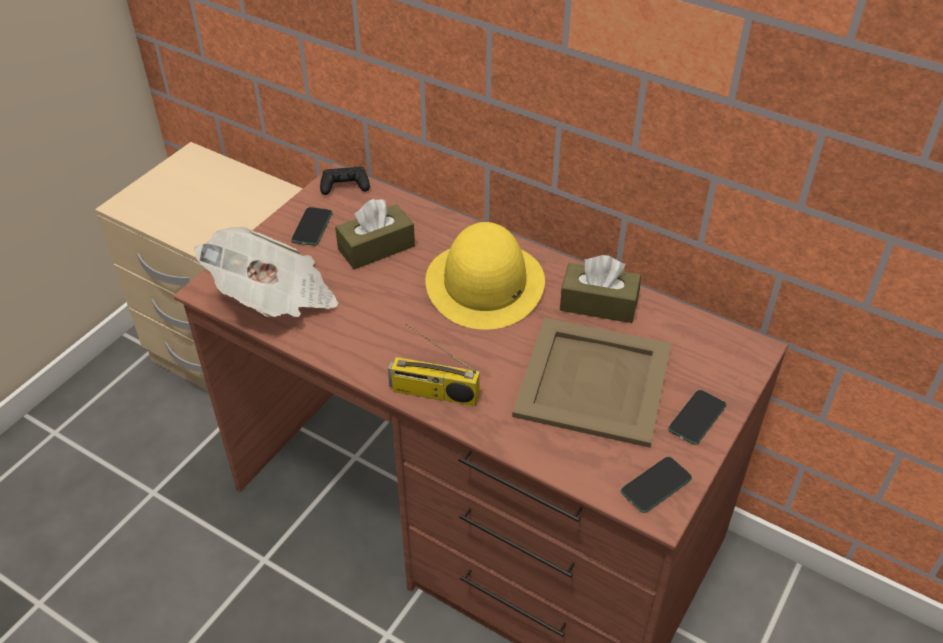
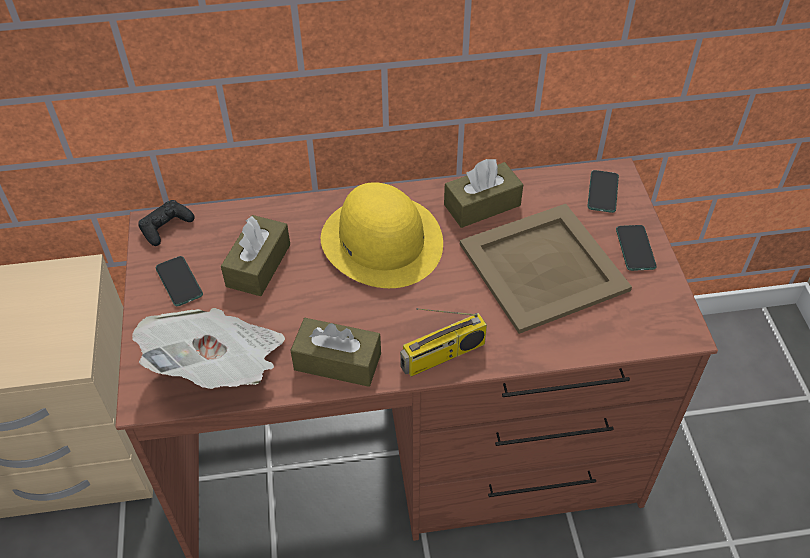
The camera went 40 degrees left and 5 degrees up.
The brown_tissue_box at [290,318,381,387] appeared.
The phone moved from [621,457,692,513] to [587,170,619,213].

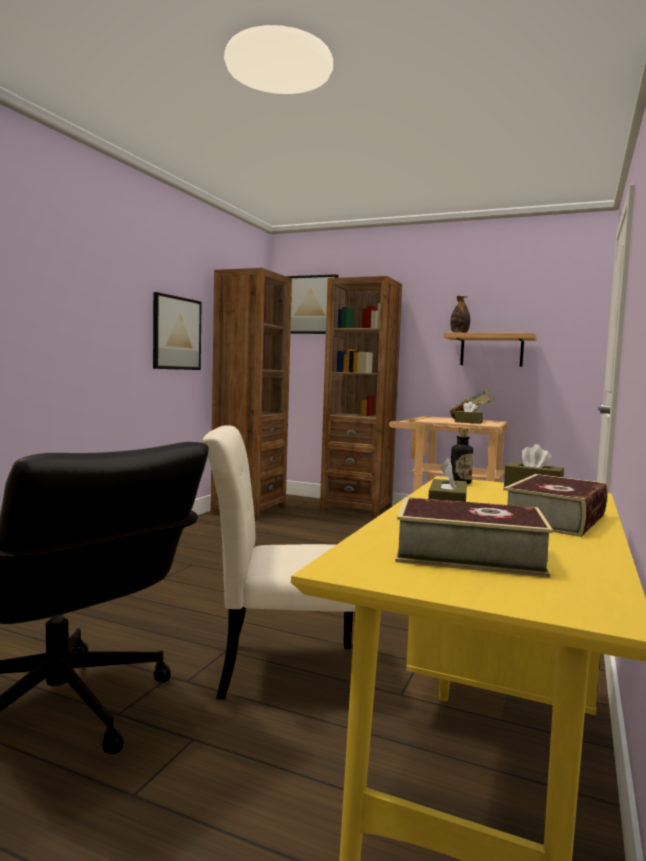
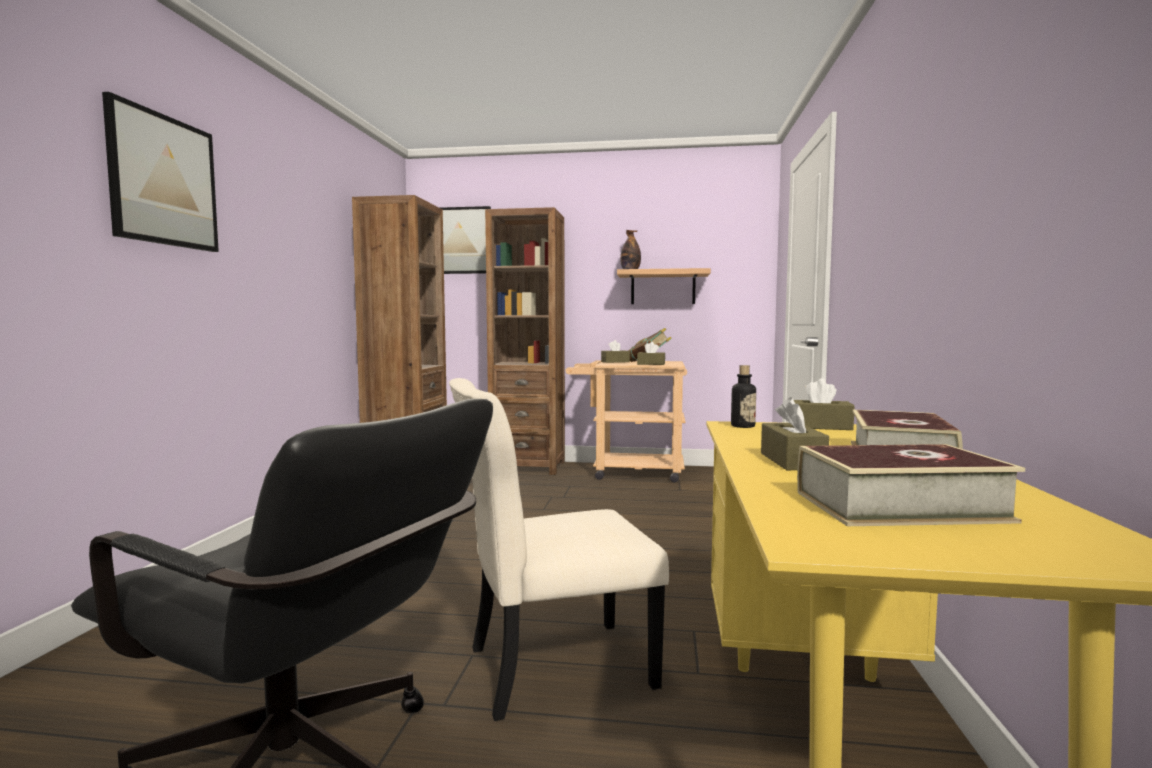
The camera went 15 degrees left and 0 degrees up.
The picture moved from [153,292,202,370] to [102,92,219,252].
The brown_tissue_box at [601,340,630,363] appeared.

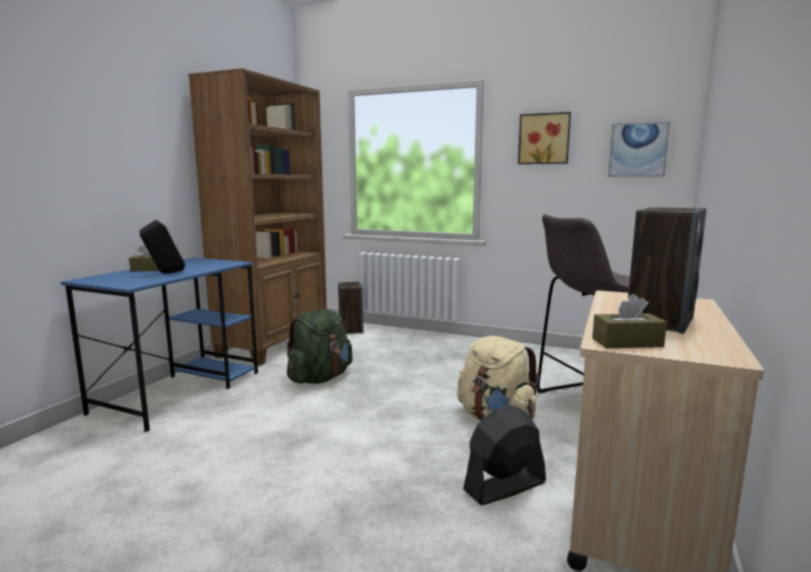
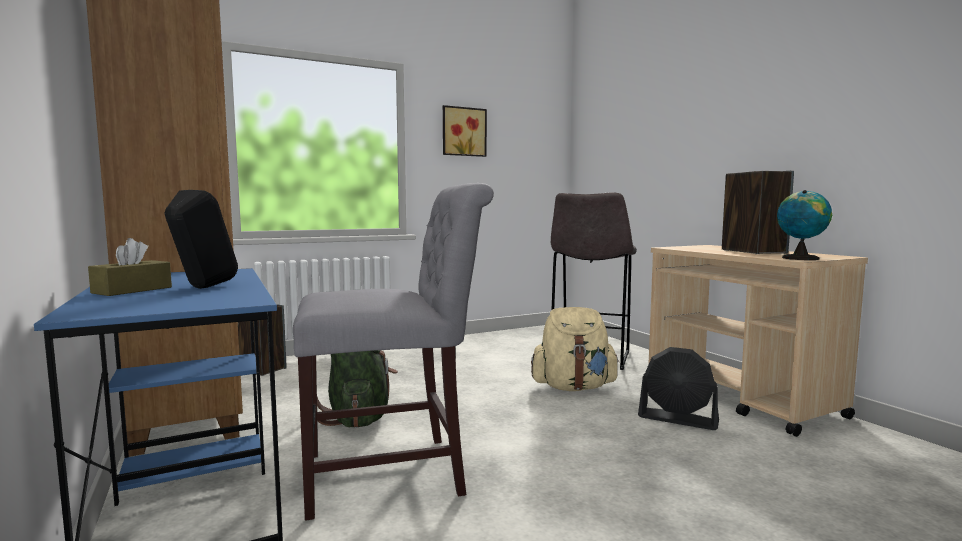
The camera went 50 degrees left and 5 degrees down.
The grey_chair at [293,183,494,521] appeared.
The black_fan at [463,406,546,505] turned 75 degrees counterclockwise.
The brown_tissue_box at [592,294,667,348] was replaced by the globe at [777,190,832,260].
The picture at [608,122,670,177] disappeared.

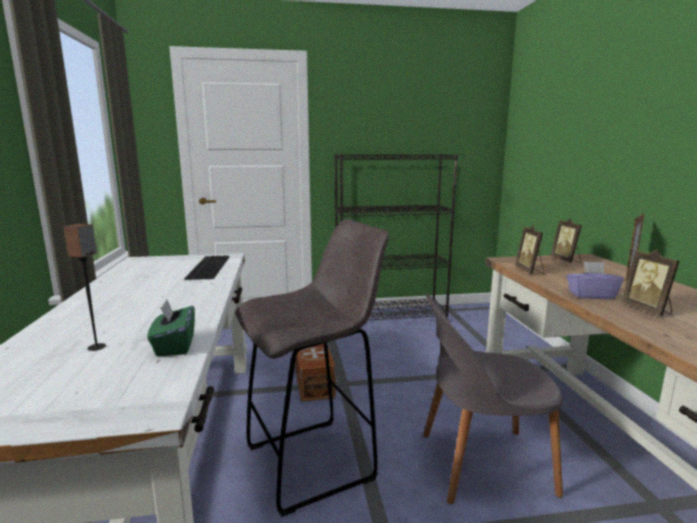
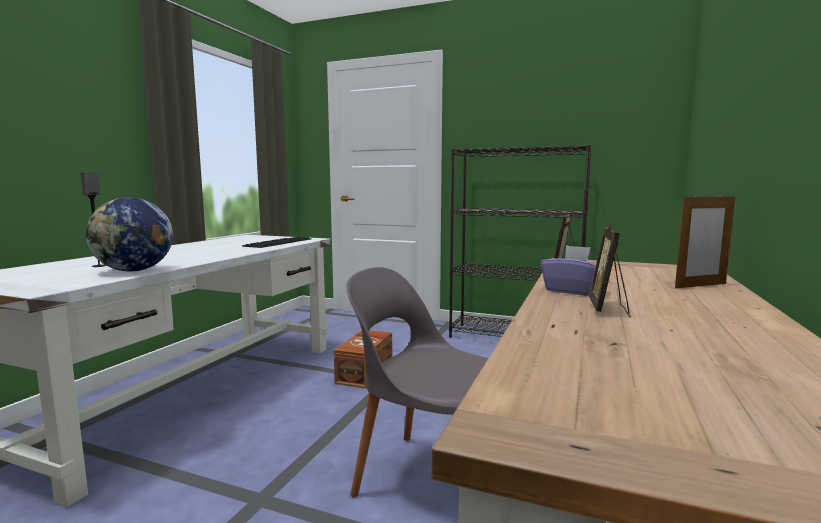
The camera went 30 degrees right and 5 degrees down.
The green_tissue_box at [147,300,195,357] was replaced by the globe at [86,197,173,272].
The grey_stool at [235,219,389,517] disappeared.
The picture_frame at [550,218,582,263] disappeared.

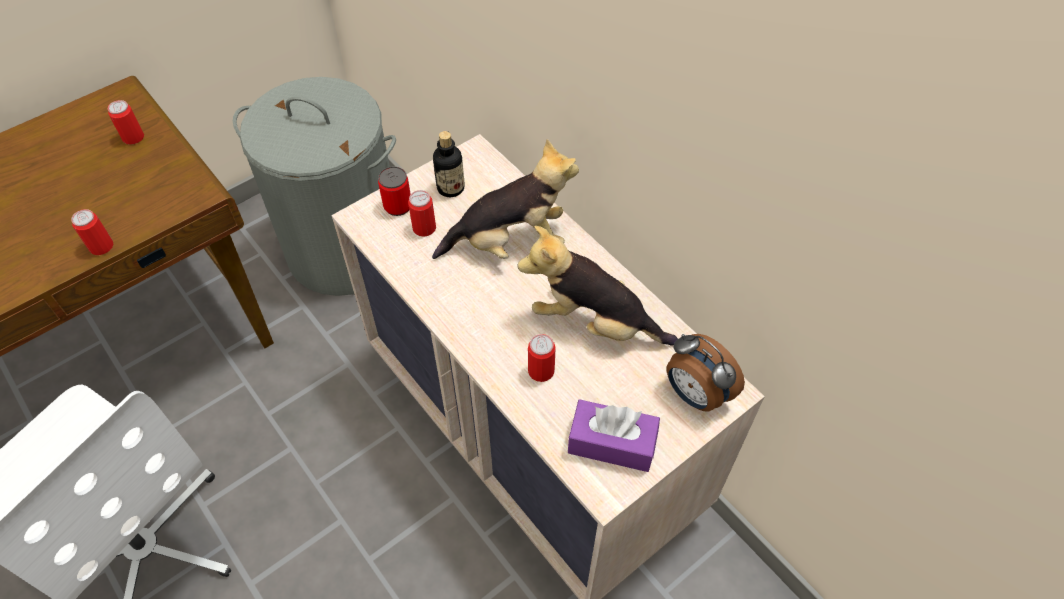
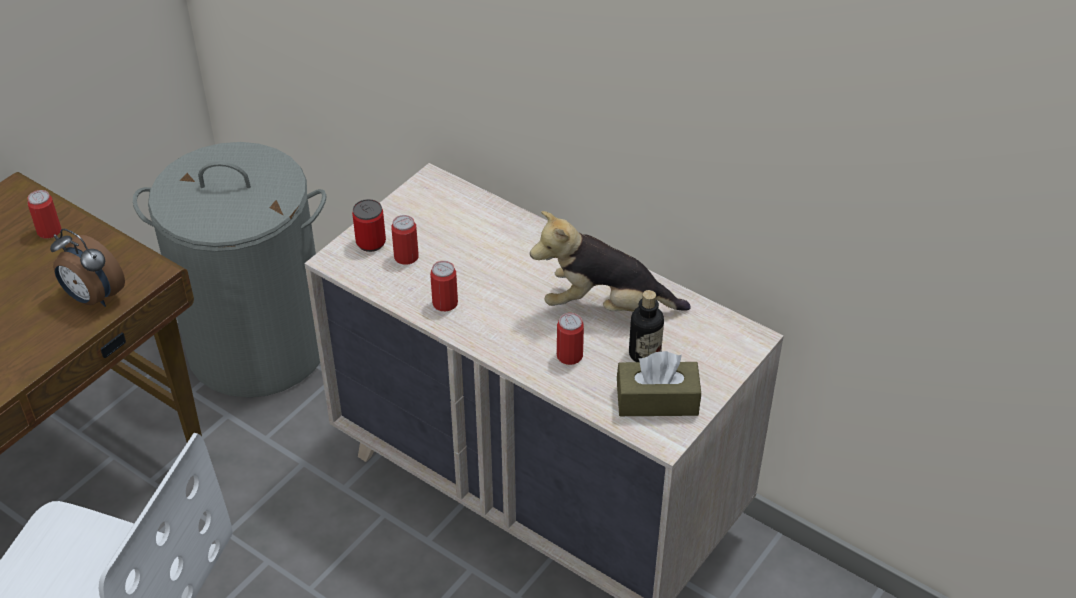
The camera went 15 degrees left and 10 degrees down.
The alarm_clock moved from [666,334,745,411] to [50,229,125,307].
The can moved from [71,209,113,255] to [430,261,458,311].
The purple_tissue_box at [568,399,660,472] became the brown_tissue_box at [617,351,701,416].
The bottle moved from [433,131,465,197] to [629,290,664,362].
The plush_toy at [432,139,579,259] disappeared.

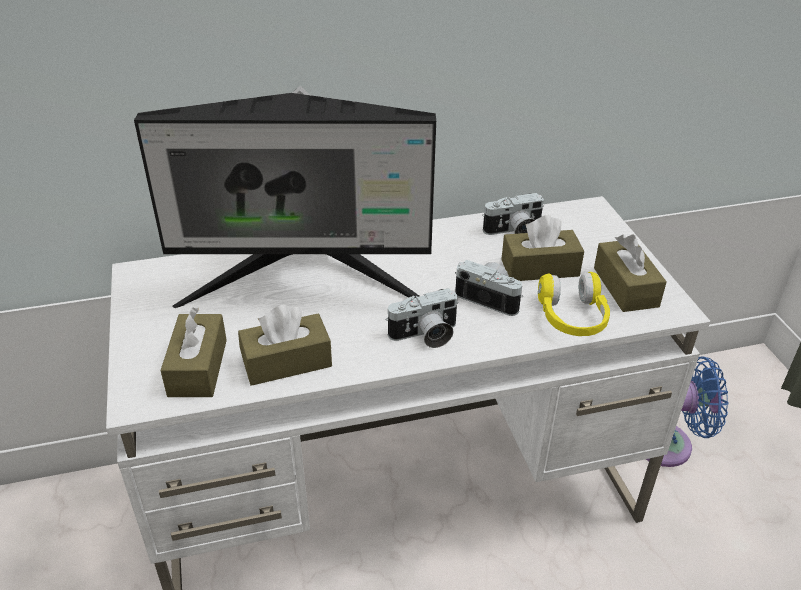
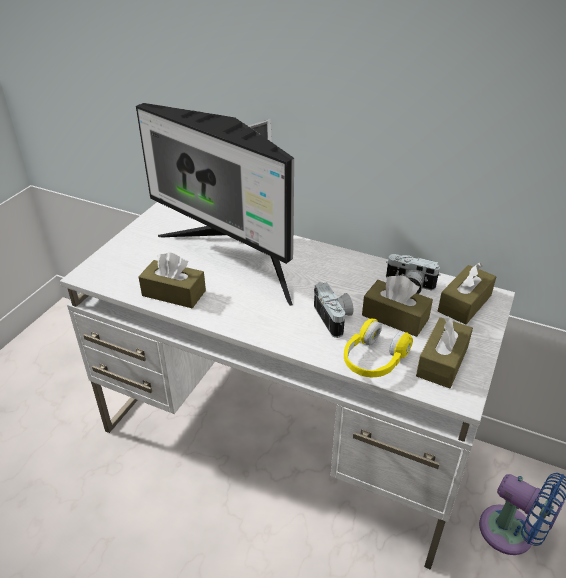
The camera went 40 degrees right and 0 degrees up.
The brown_tissue_box moved from [160,308,227,397] to [438,262,496,325].
The photo_camera at [386,288,459,348] disappeared.

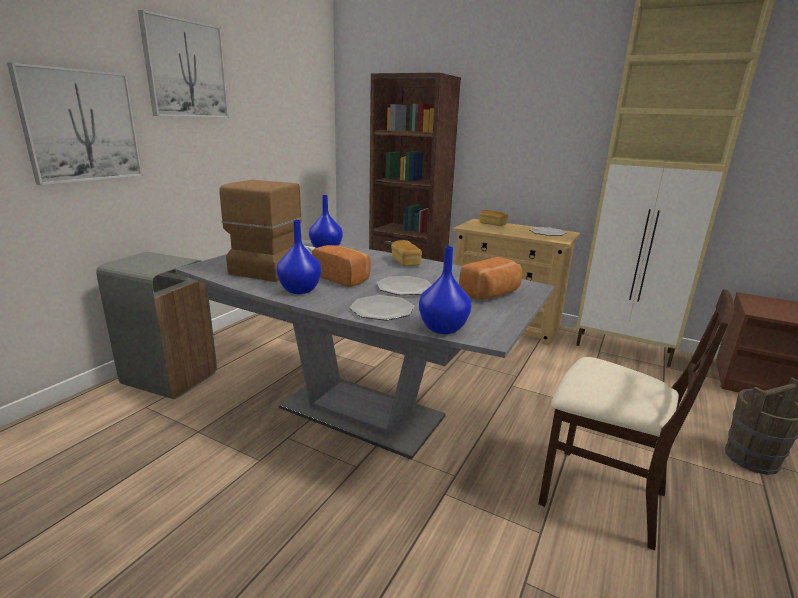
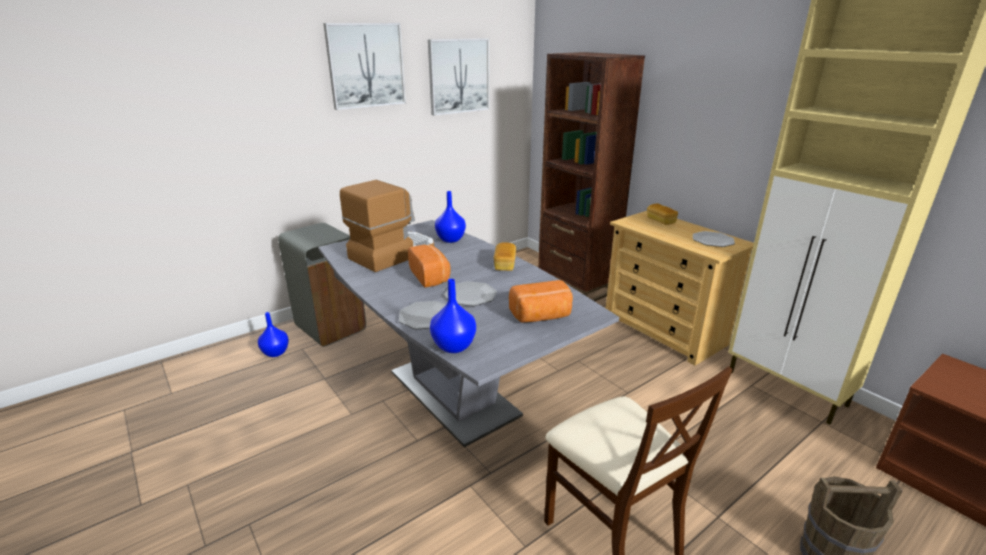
The camera went 25 degrees right and 5 degrees up.
The blue_vase moved from [276,220,321,294] to [258,312,289,357].
The picture moved from [7,62,143,185] to [428,38,489,116].

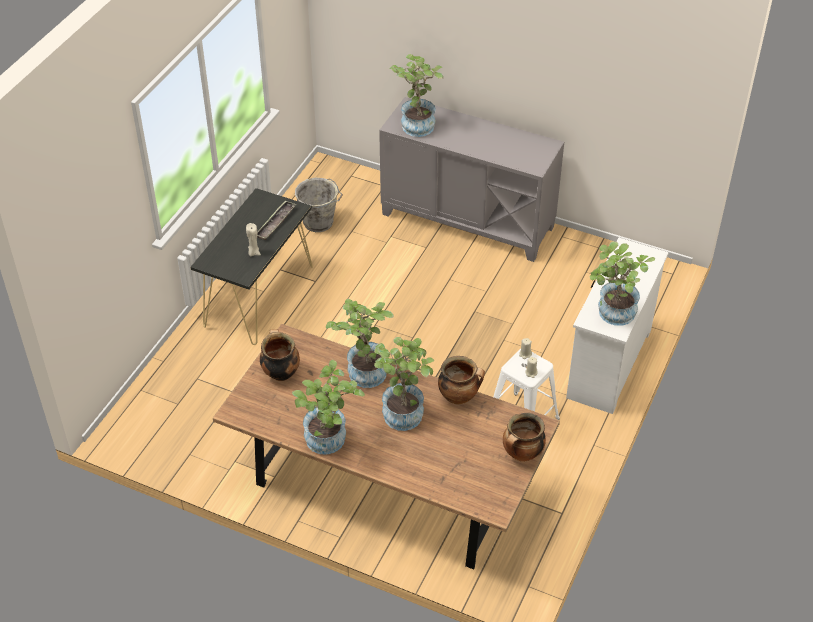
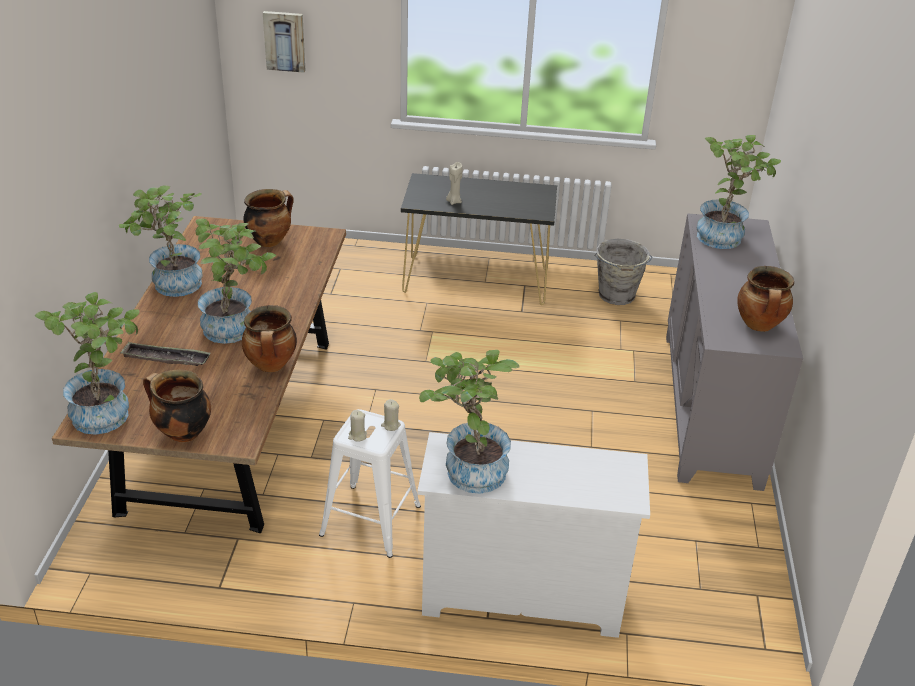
The camera went 70 degrees right and 10 degrees down.
The potted_plant moved from [326,299,394,388] to [35,292,140,435].
The tray moved from [257,200,297,240] to [120,342,211,366].
The picture at [263,11,305,73] appeared.
The cooking_pot at [737,266,794,332] appeared.

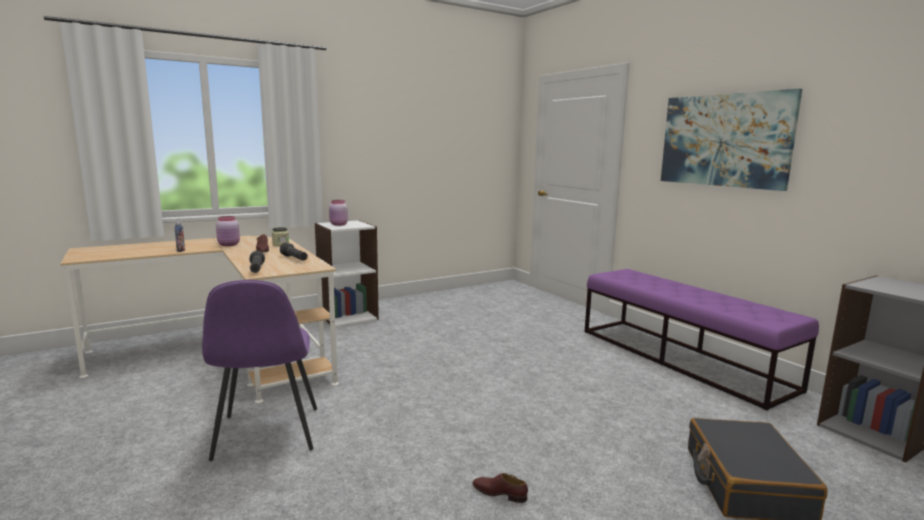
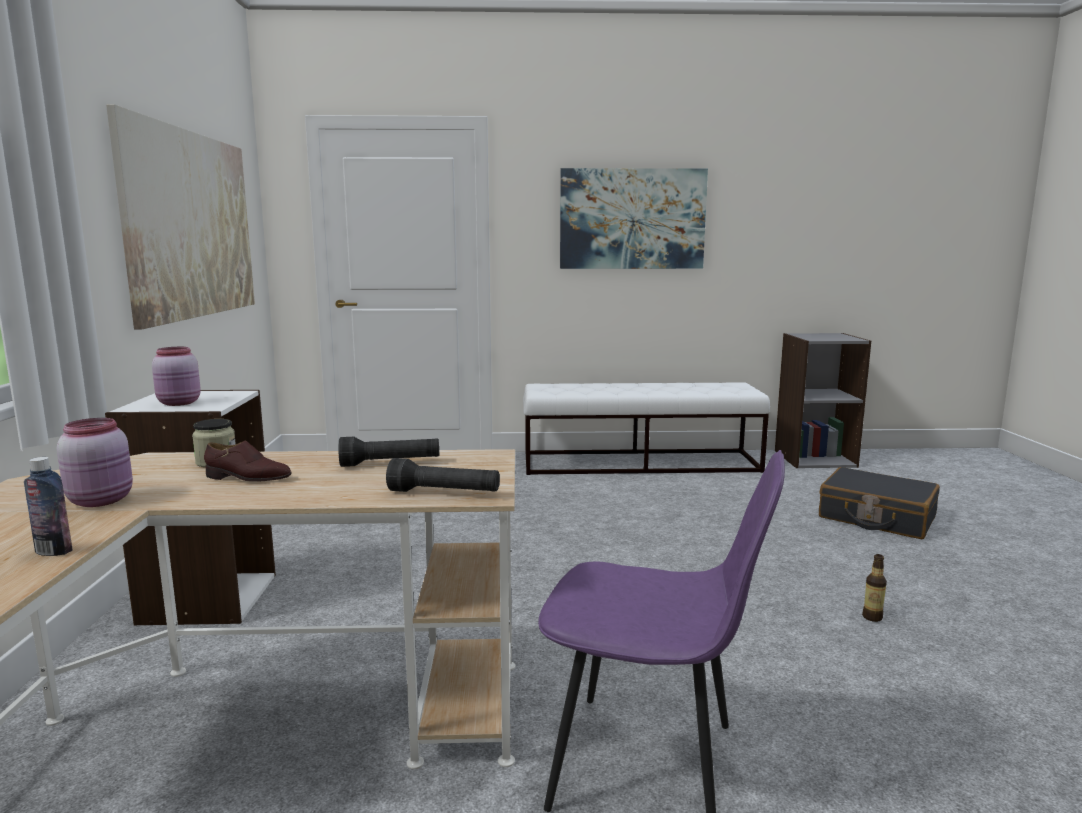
The camera went 60 degrees left and 0 degrees up.
The picture at [106,104,255,330] appeared.
The purple_bench at [585,269,819,411] became the white_bench at [523,382,770,475].
The brown_shoe at [472,473,528,503] was replaced by the bottle at [862,554,887,622].

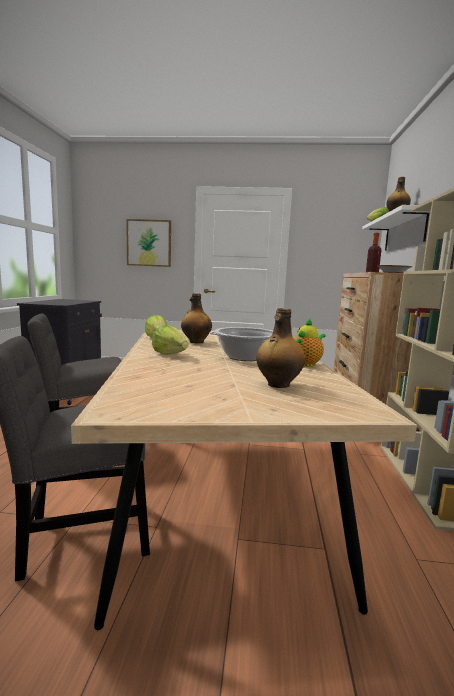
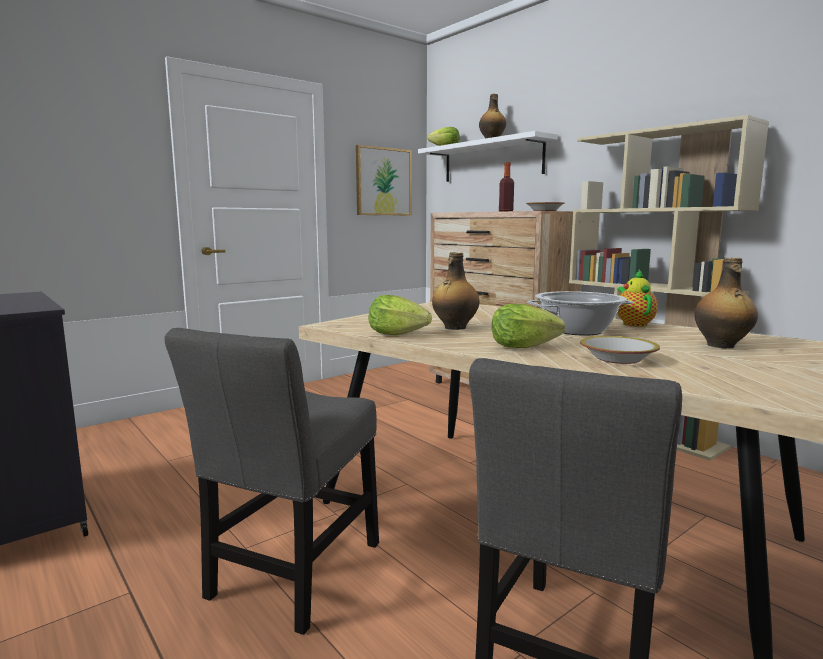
The camera went 45 degrees left and 0 degrees up.
The picture moved from [126,219,171,267] to [356,145,412,216].
The bowl at [580,336,660,364] appeared.

